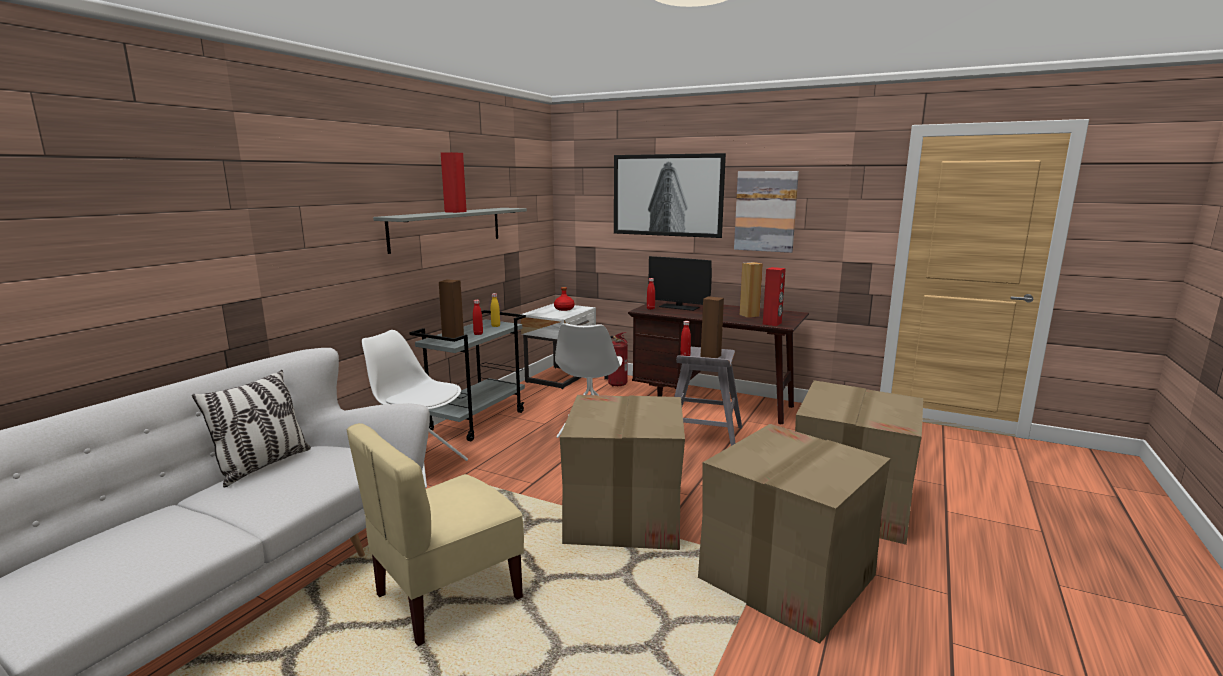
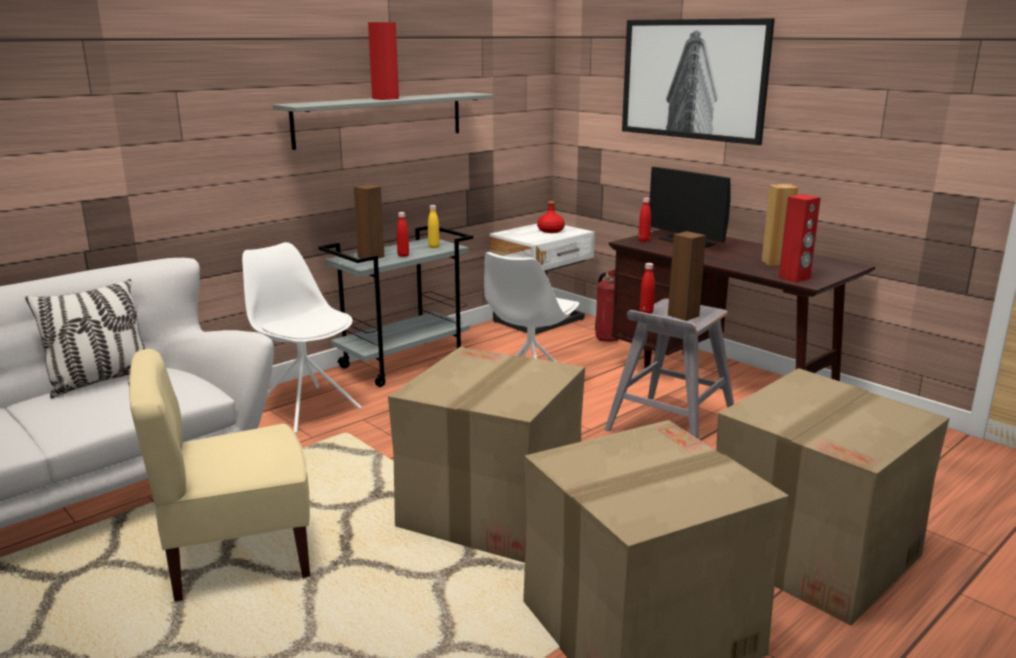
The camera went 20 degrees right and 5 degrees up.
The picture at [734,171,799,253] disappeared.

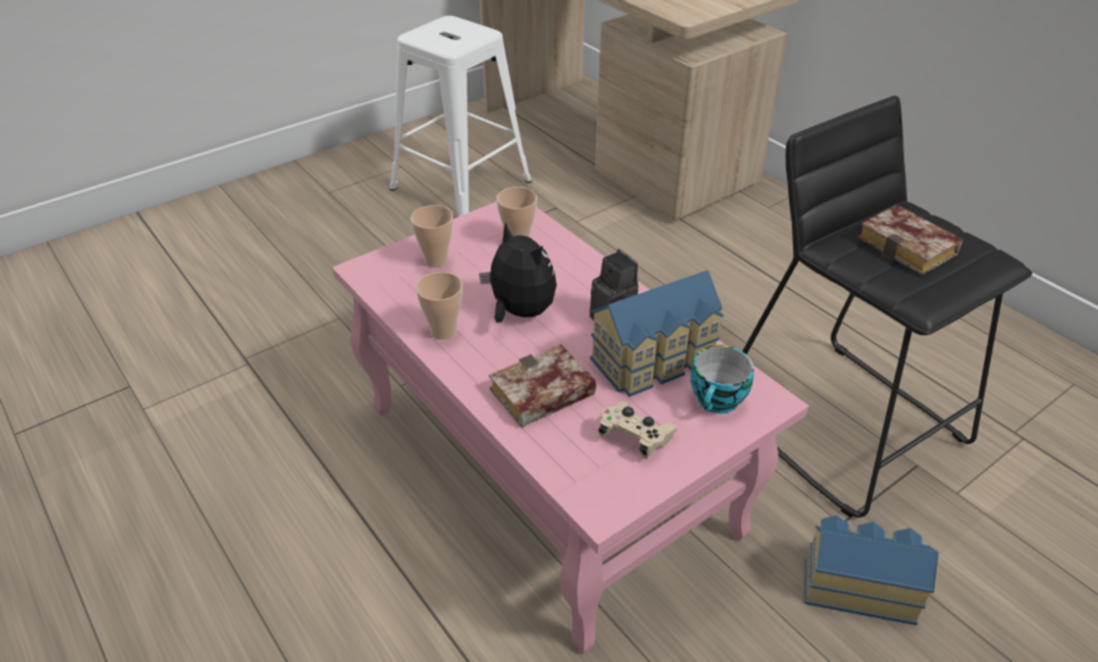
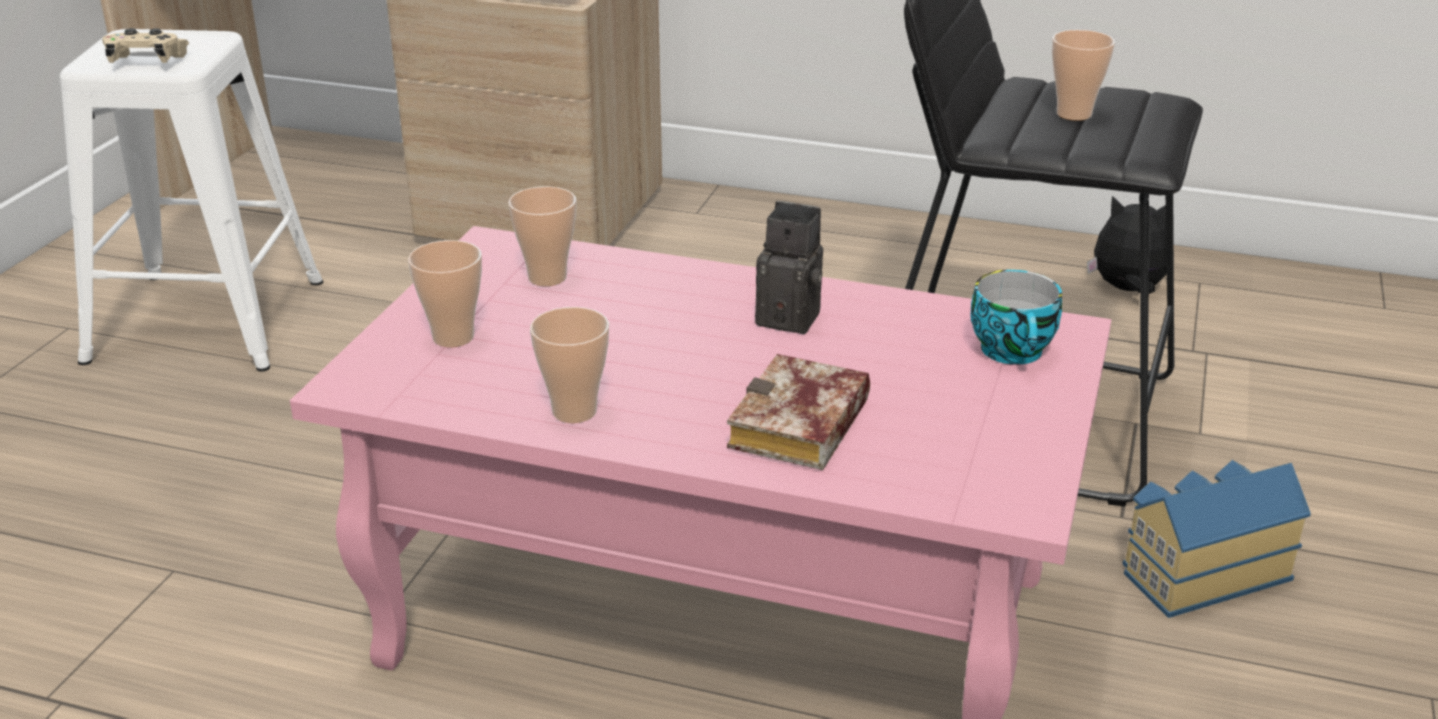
The camera went 35 degrees left and 10 degrees down.
The beige_game_controller moved from [598,401,677,459] to [102,28,189,63].
The book at [857,205,963,275] was replaced by the cup at [1052,30,1115,121].
The plush_toy moved from [479,222,557,323] to [1087,196,1167,294].
The toy_house at [590,270,724,397] disappeared.

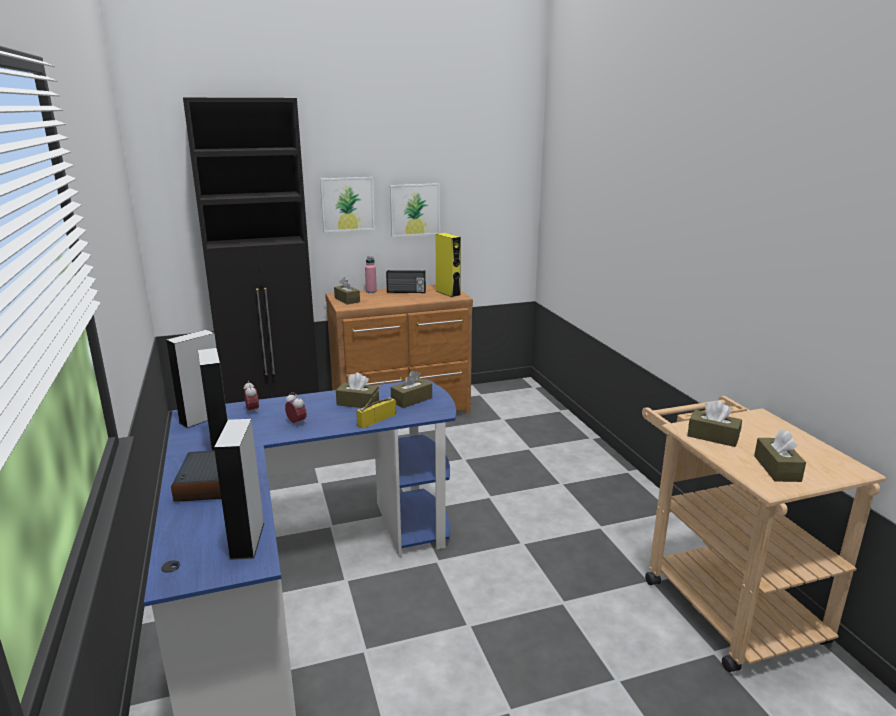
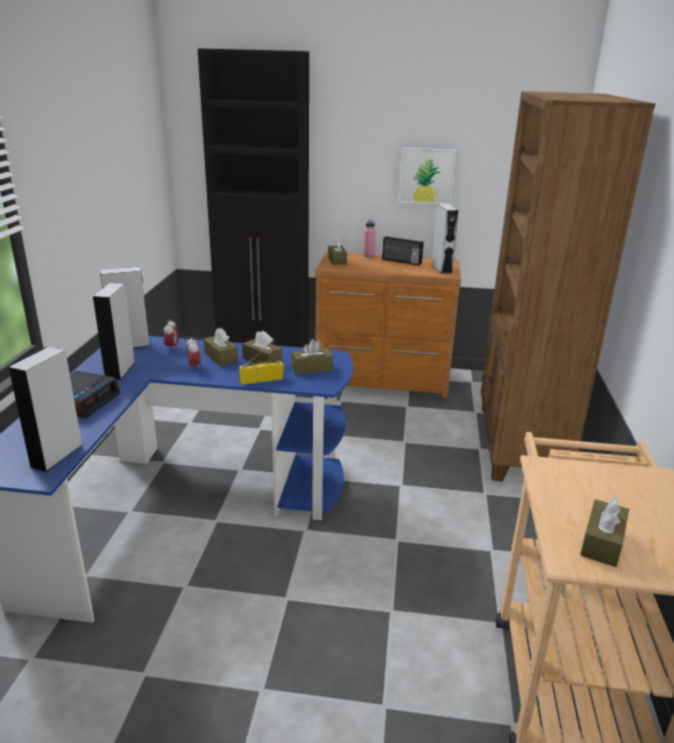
The camera went 25 degrees right and 5 degrees up.
The brown_tissue_box moved from [687,400,742,447] to [204,328,238,366].
The yellow_speaker at [436,233,461,297] became the grey_speaker at [432,204,459,274].
The brown_bookcase at [481,91,656,481] appeared.
The picture at [320,177,375,232] disappeared.

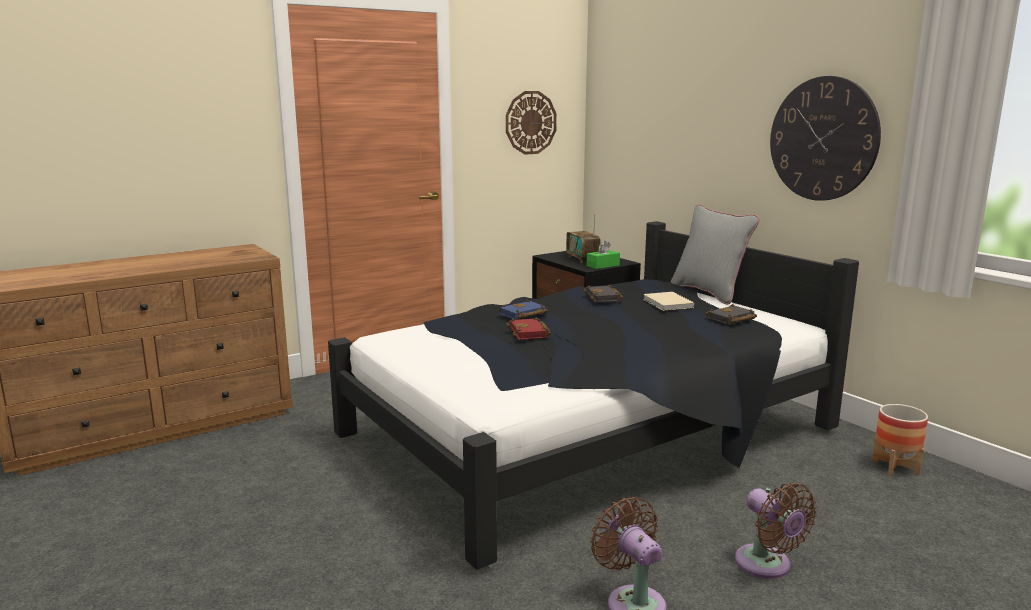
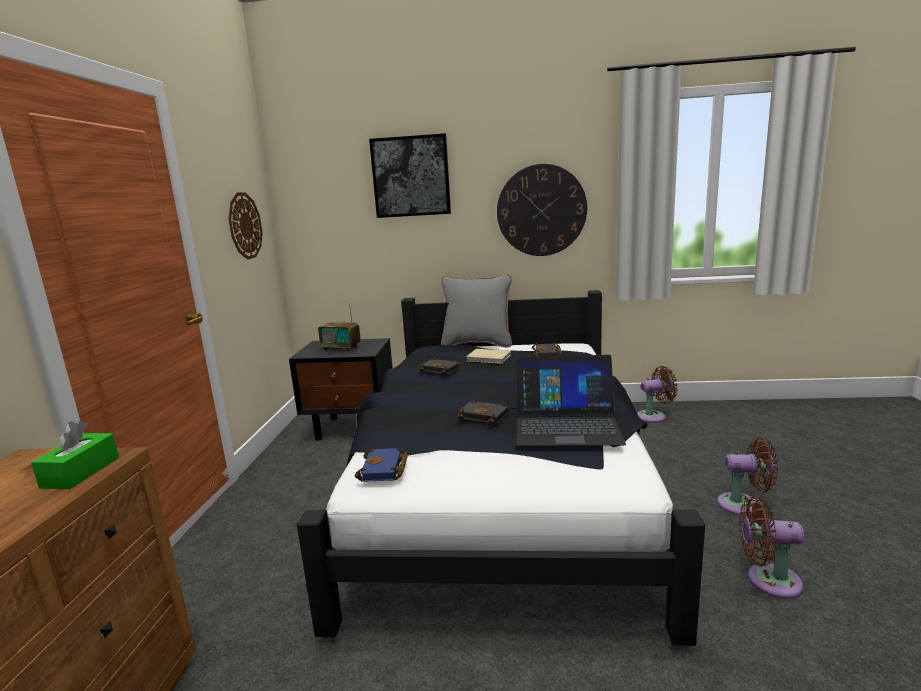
The camera went 50 degrees left and 0 degrees up.
The green_tissue_box moved from [587,241,620,269] to [31,421,119,489].
The blue_book moved from [499,300,548,320] to [355,448,408,482].
The picture at [369,133,451,218] appeared.
The red_book at [506,317,551,340] became the black_book at [458,400,508,425].
The laptop at [516,355,626,446] appeared.
The planter at [871,404,928,476] was replaced by the brown_fan at [637,366,678,423].

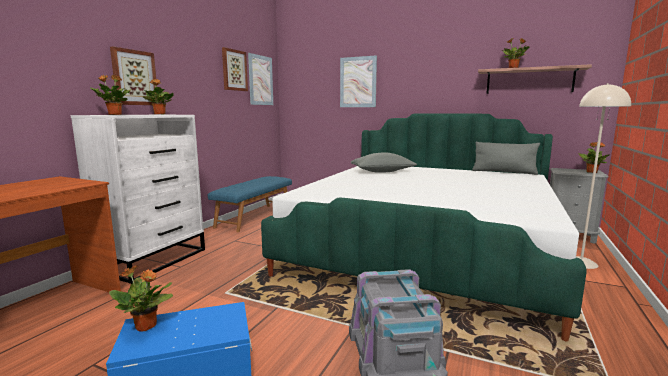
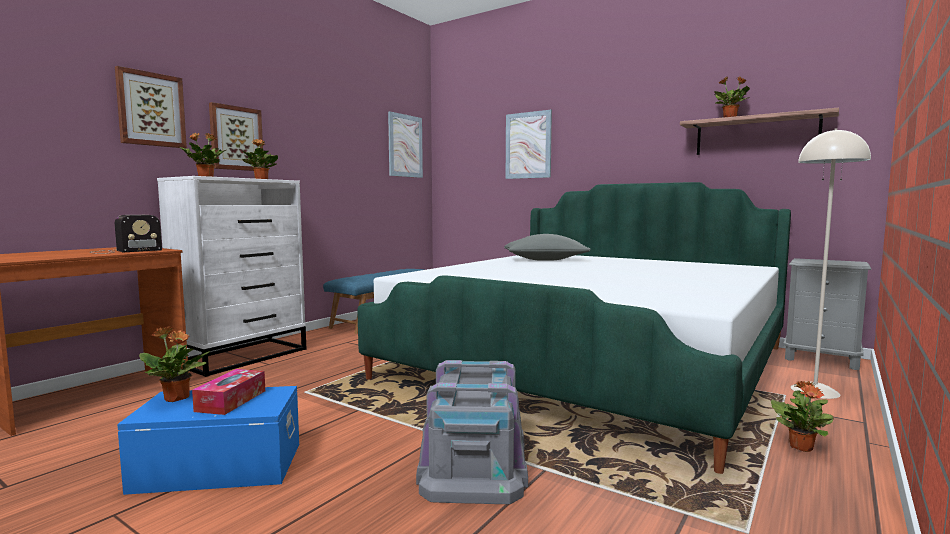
The camera went 10 degrees right and 5 degrees down.
The radio at [90,215,162,254] appeared.
The picture moved from [222,47,248,91] to [115,66,187,148].
The tissue_box at [192,369,265,415] appeared.
The potted_plant moved from [578,142,610,173] to [771,381,833,452].
The grey_pillow at [472,142,540,175] disappeared.

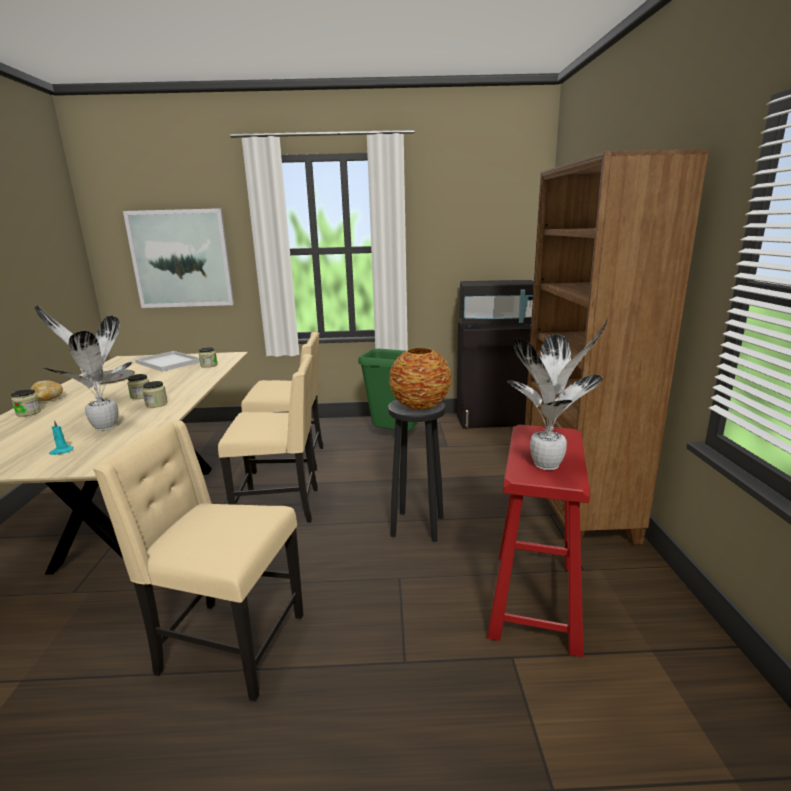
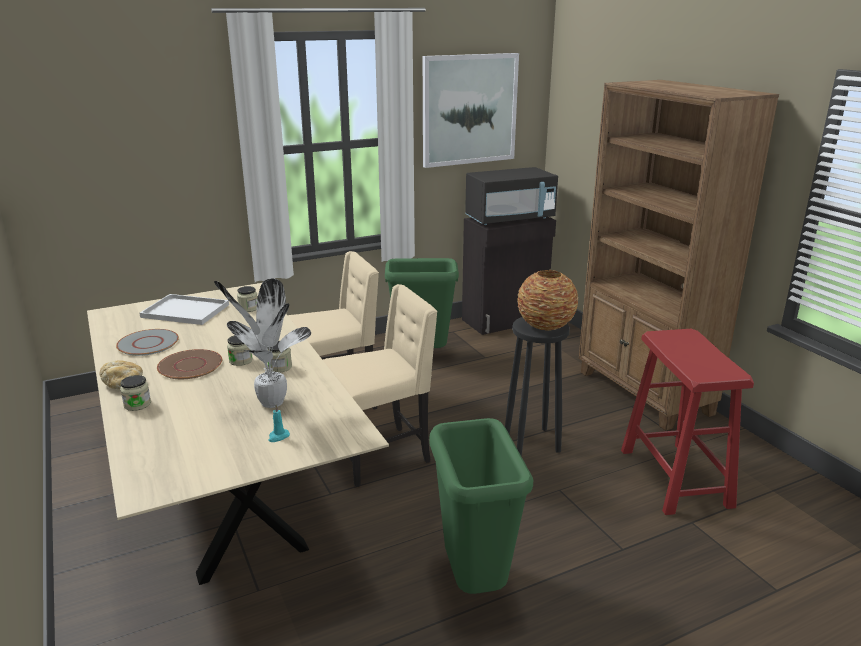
The camera went 25 degrees left and 5 degrees up.
The brown_plate at [157,349,222,379] appeared.
The picture moved from [123,208,234,308] to [423,53,519,168].
The beige_chair at [93,420,303,702] was replaced by the green_trash_can at [429,418,533,594].
The potted_plant at [507,318,609,470] disappeared.

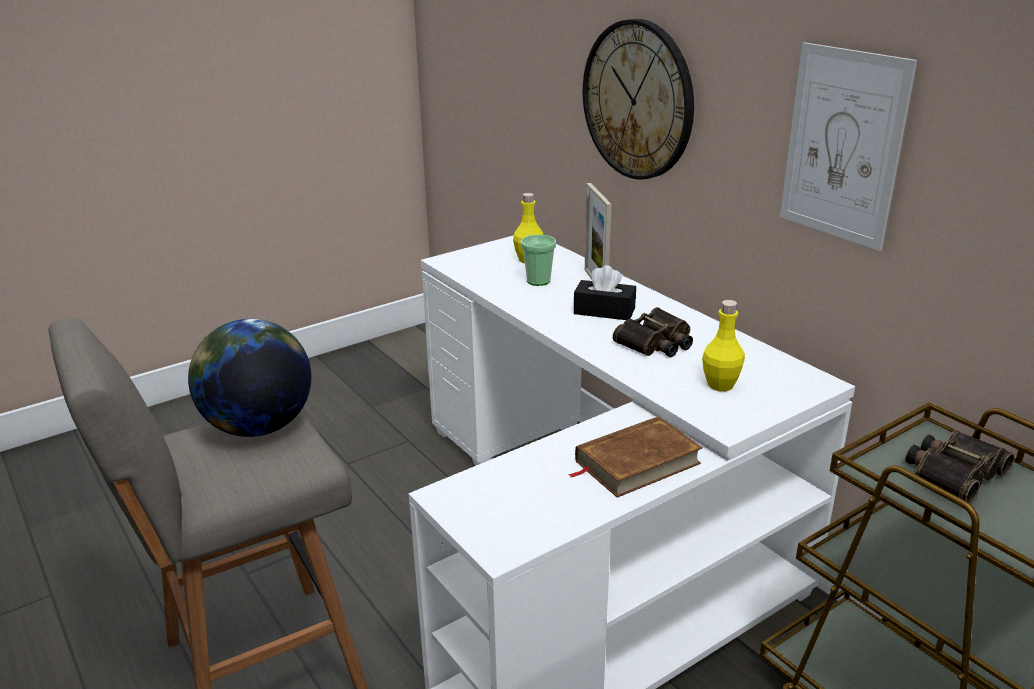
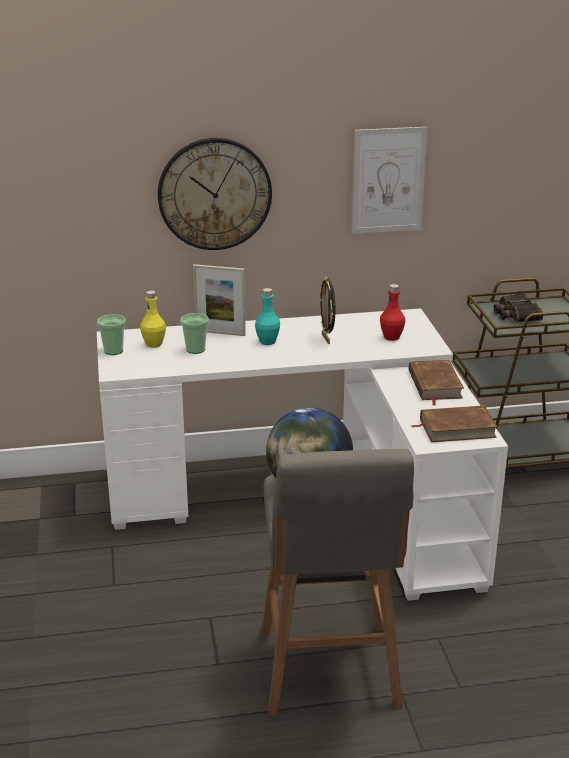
The camera went 65 degrees left and 0 degrees up.
The cup at [97,314,126,355] appeared.
The black_tissue_box at [574,265,636,320] was replaced by the turquoise_bottle at [255,288,280,345].
The binoculars at [613,307,693,357] was replaced by the picture_frame at [319,276,335,344].
The yellow_bottle at [702,300,745,391] became the red_bottle at [380,284,405,341].
The brown_book at [411,405,498,442] appeared.

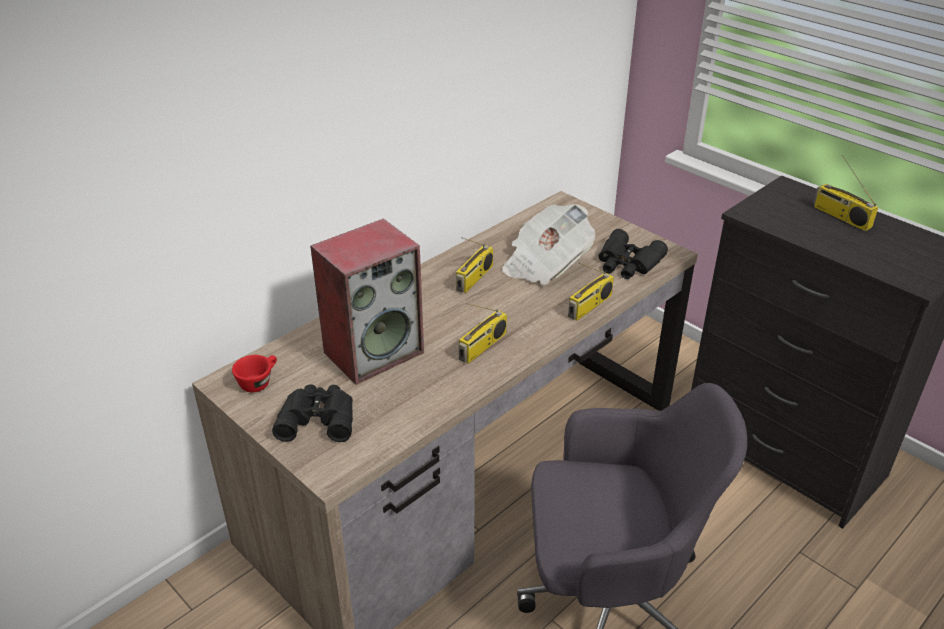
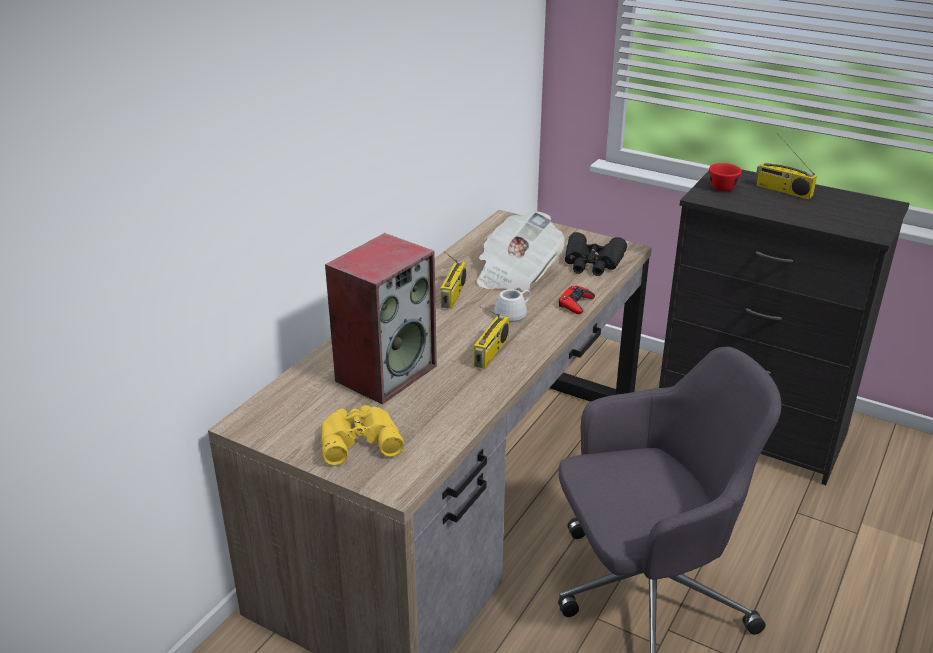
The camera went 15 degrees left and 5 degrees down.
The black_binoculars at [272,385,353,442] became the yellow_binoculars at [321,405,404,466].
The white_mug at [494,289,530,322] appeared.
The radio at [568,263,614,321] was replaced by the red_game_controller at [559,285,595,314].
The red_cup moved from [232,355,277,393] to [709,163,742,191].

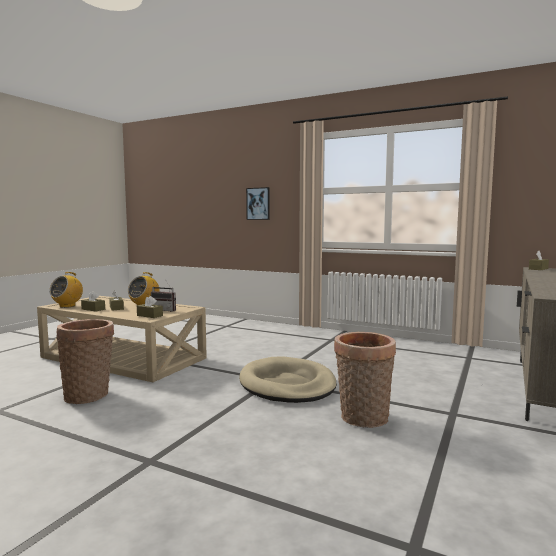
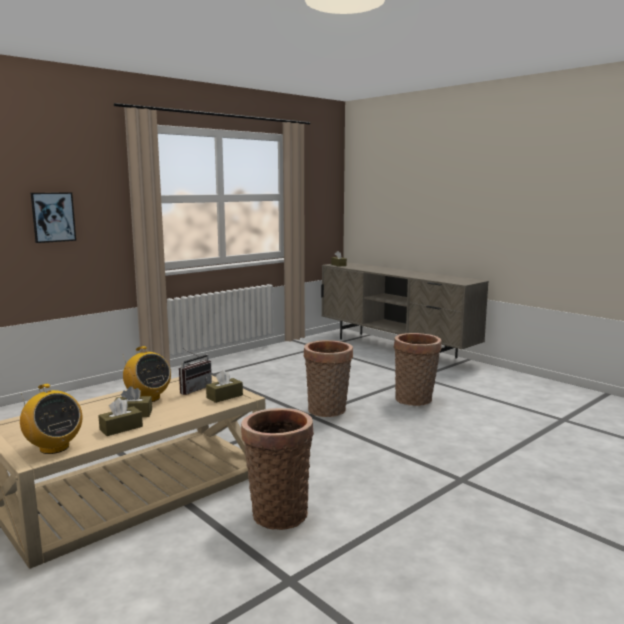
The camera went 70 degrees left and 5 degrees up.
The beige_dog_bed at [239,356,337,403] was replaced by the basket at [304,340,353,417].

